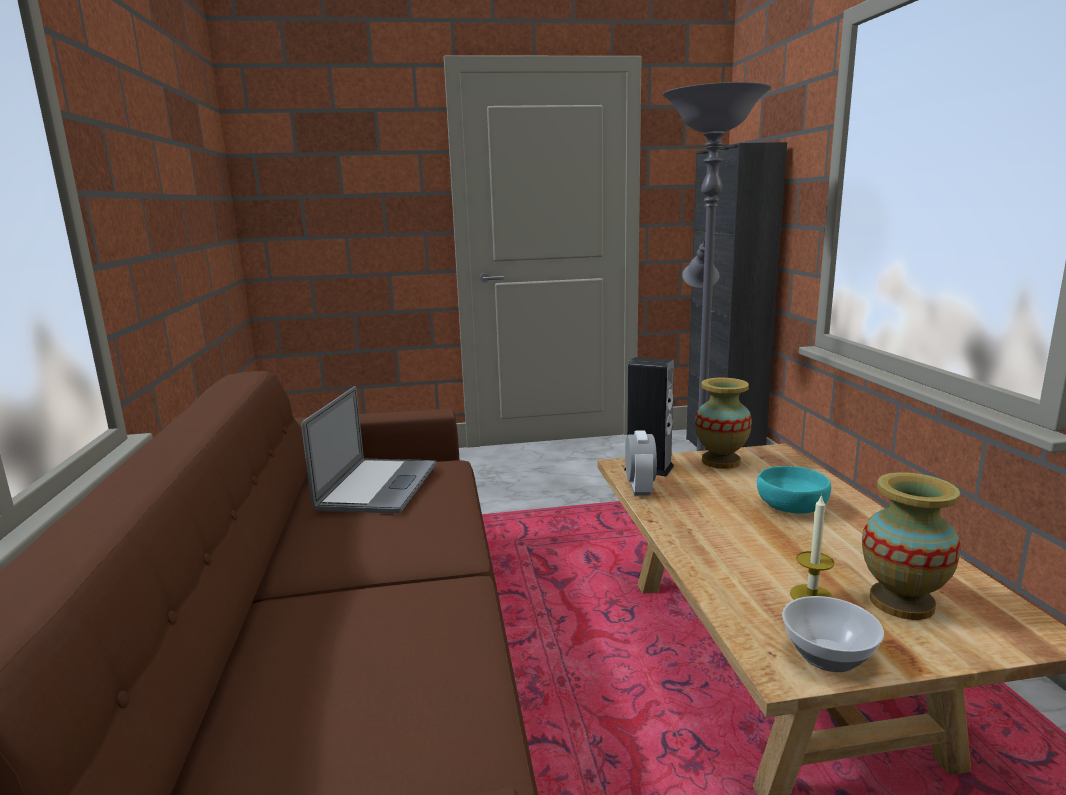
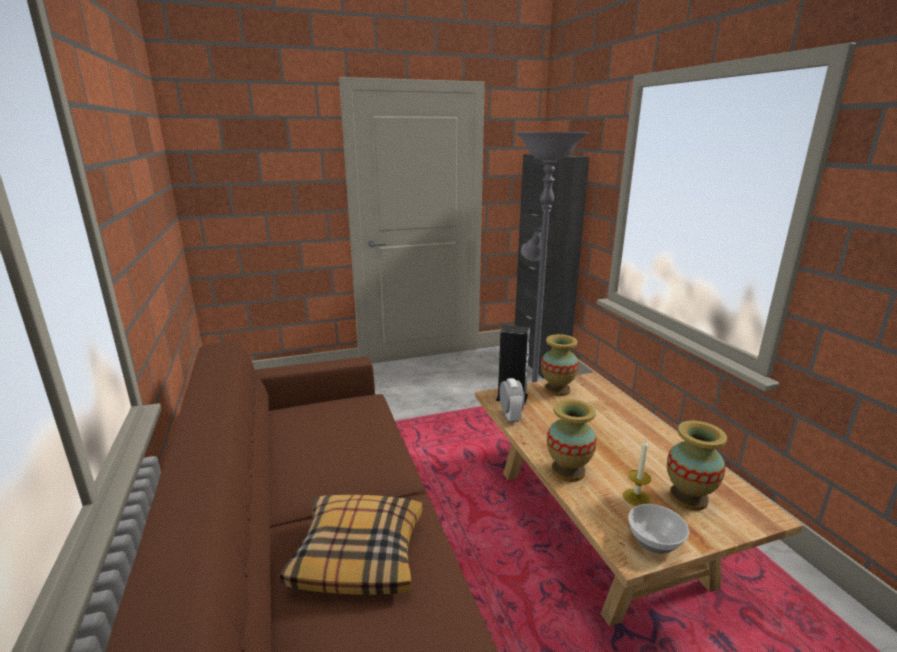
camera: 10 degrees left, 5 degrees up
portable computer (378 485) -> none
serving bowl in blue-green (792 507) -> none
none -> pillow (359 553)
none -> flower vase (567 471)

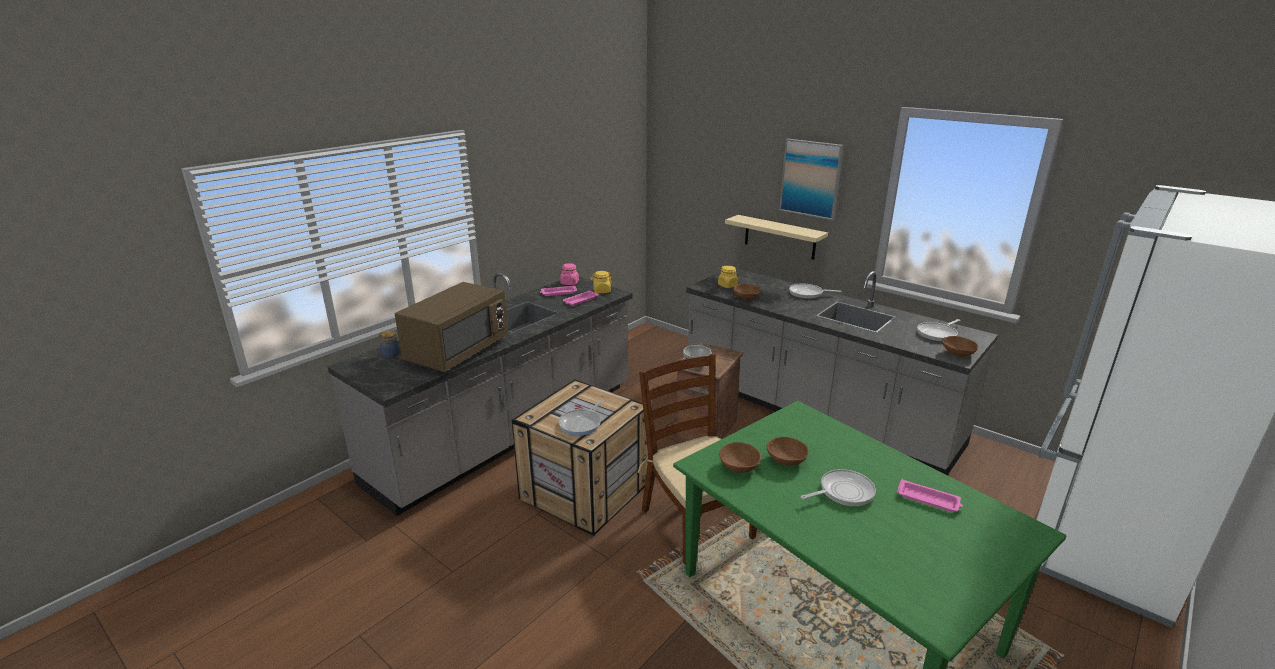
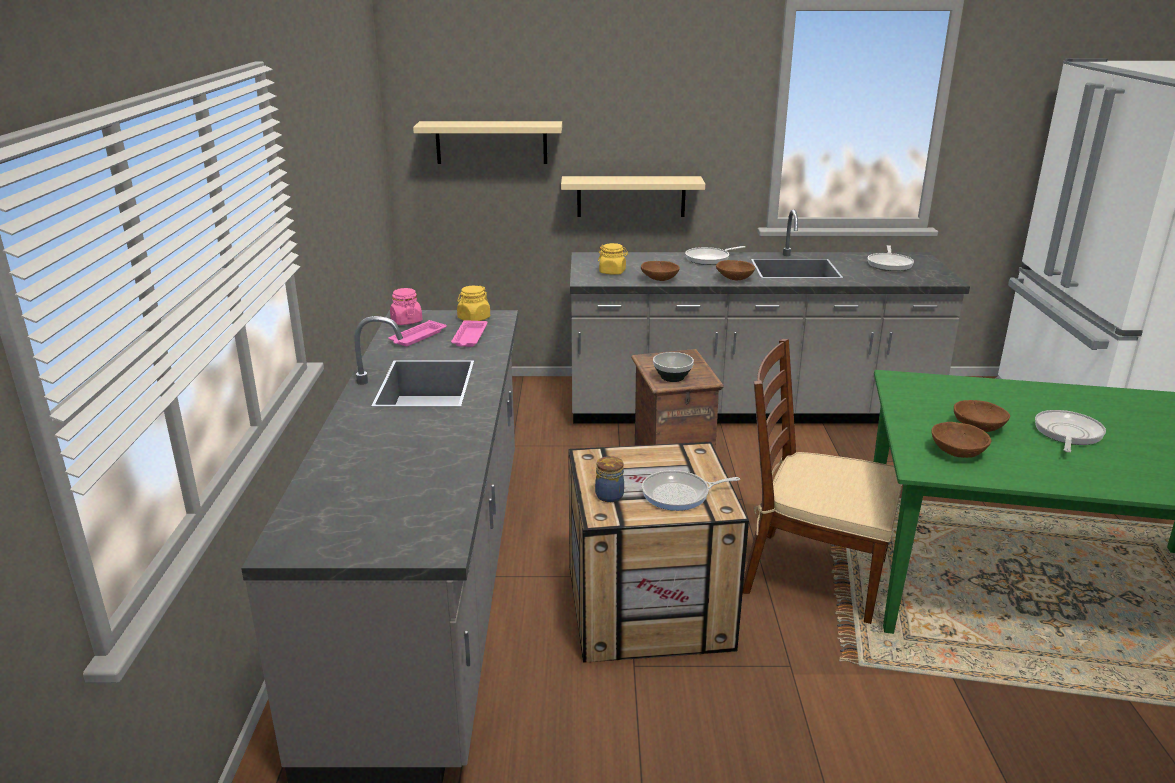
camera: 40 degrees left, 0 degrees up
kitchen microwave in brown-coloured (457 351) -> none
picture (811 178) -> none
serving tray in pink-coloured (929 499) -> none
none -> shelf in sand-coloured (491 142)
jar (391 354) -> jar (609 495), relocated
serving bowl in brown-coloured (957 354) -> serving bowl in brown-coloured (734 279), relocated
frying pan (582 424) -> frying pan (679 495), 90 degrees clockwise

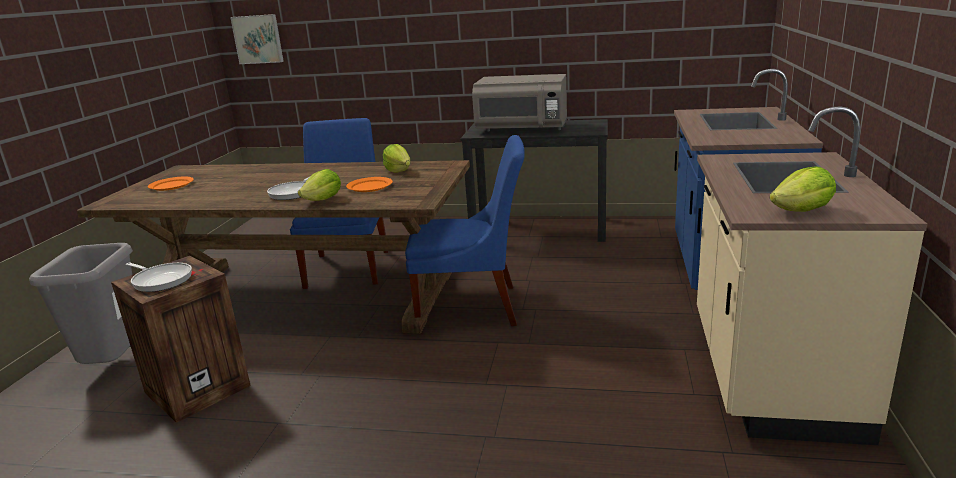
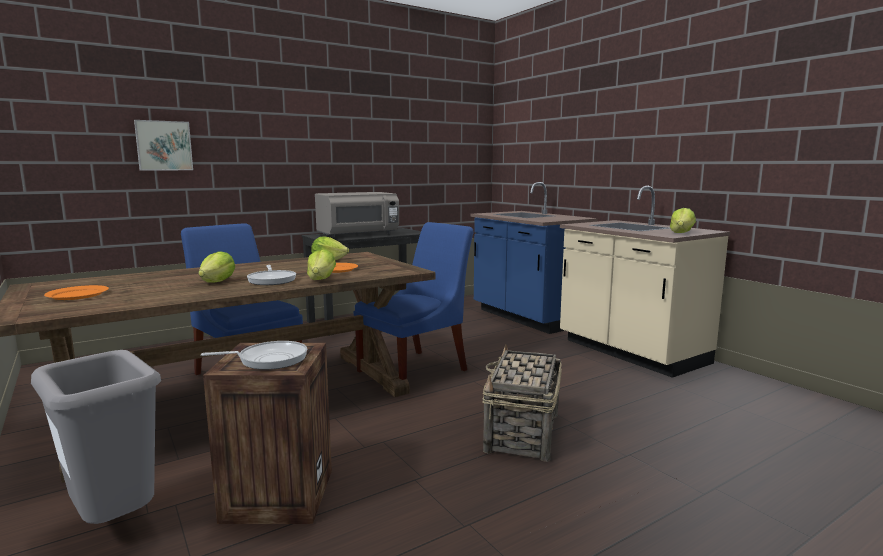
camera: 45 degrees left, 10 degrees down
none -> head of lettuce (218 282)
none -> basket (522 433)
picture (258 39) -> picture (164 146), relocated

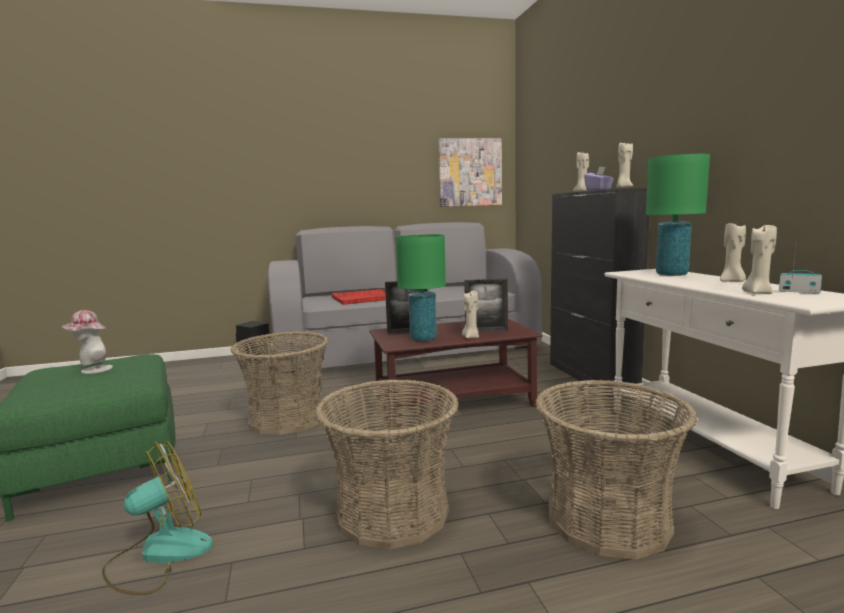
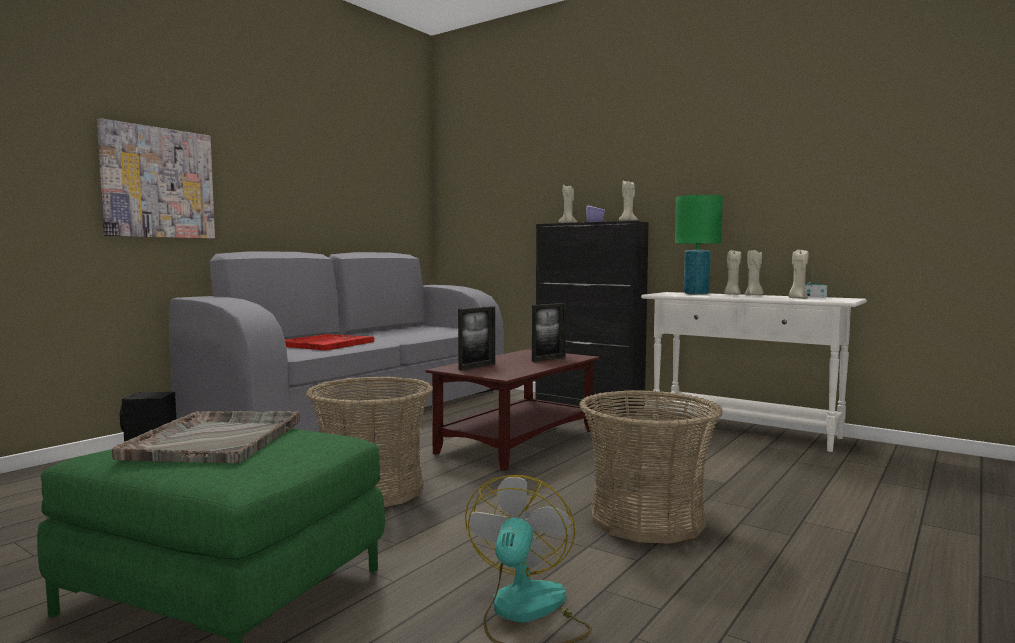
camera: 40 degrees left, 5 degrees down
table lamp in green-coloured (423 338) -> none
basket (608 519) -> none
picture (470 172) -> picture (158 183), relocated
wax light in sand-coloured (470 337) -> wax light in sand-coloured (732 294), relocated
wearable hat (92 370) -> serving tray in greyish (217 439)

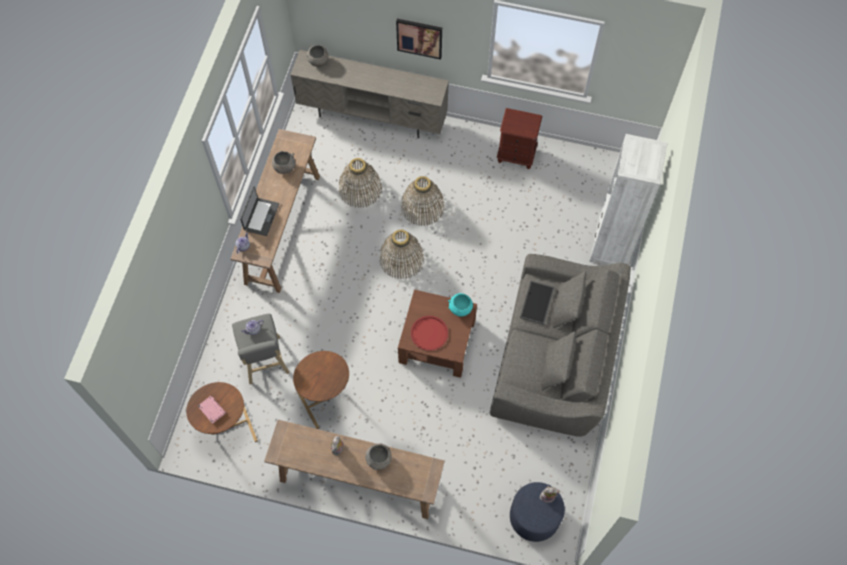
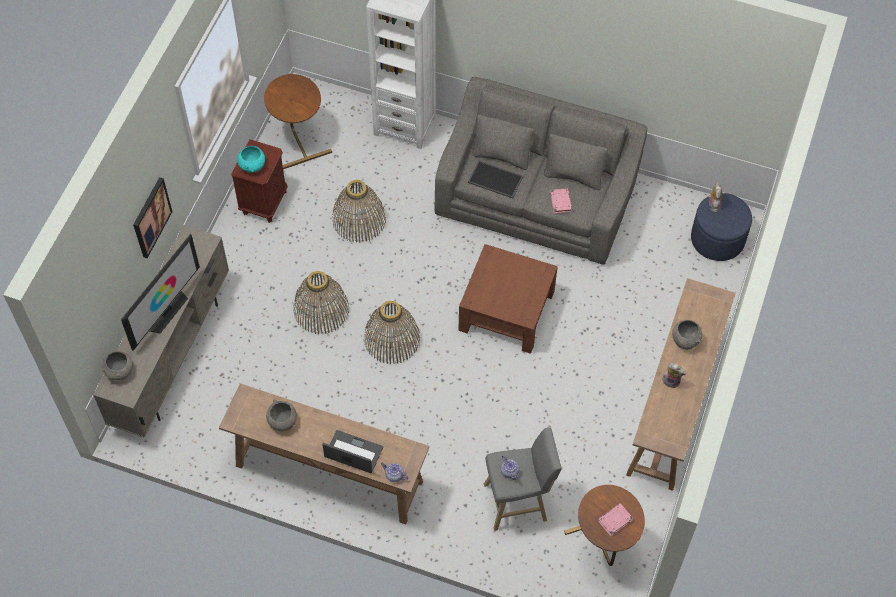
camera: 85 degrees left, 5 degrees down
serving tray in red-coloured (429 333) -> none
none -> TV (166 311)
none -> book in pink-coloured (560 202)
accent table in brown-coloured (326 398) -> accent table in brown-coloured (298 142), relocated
basket (360 189) -> basket (359 220), relocated
serving bowl in blue-green (460 309) -> serving bowl in blue-green (252 166), relocated

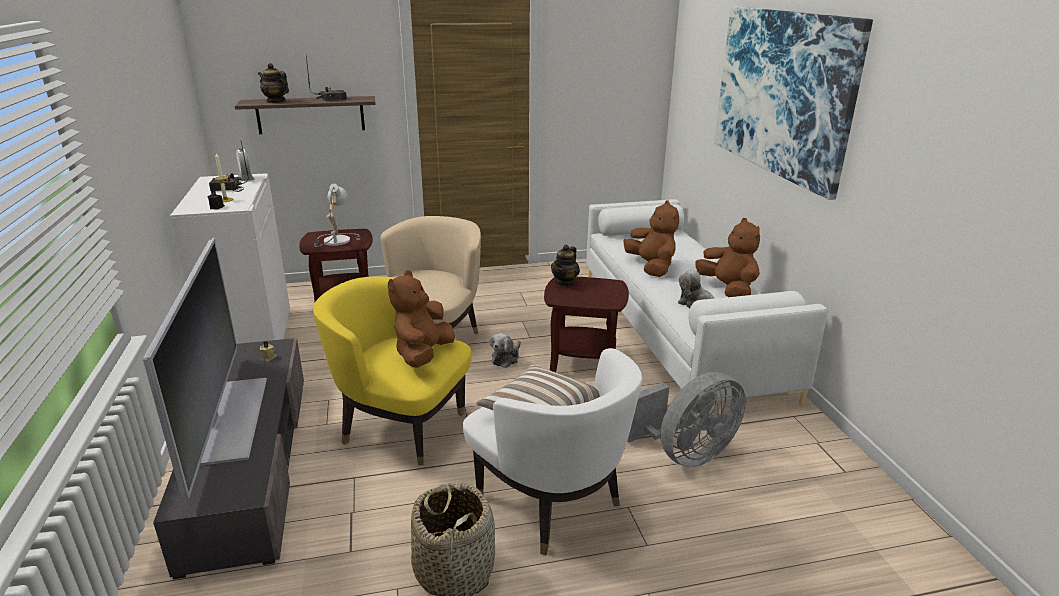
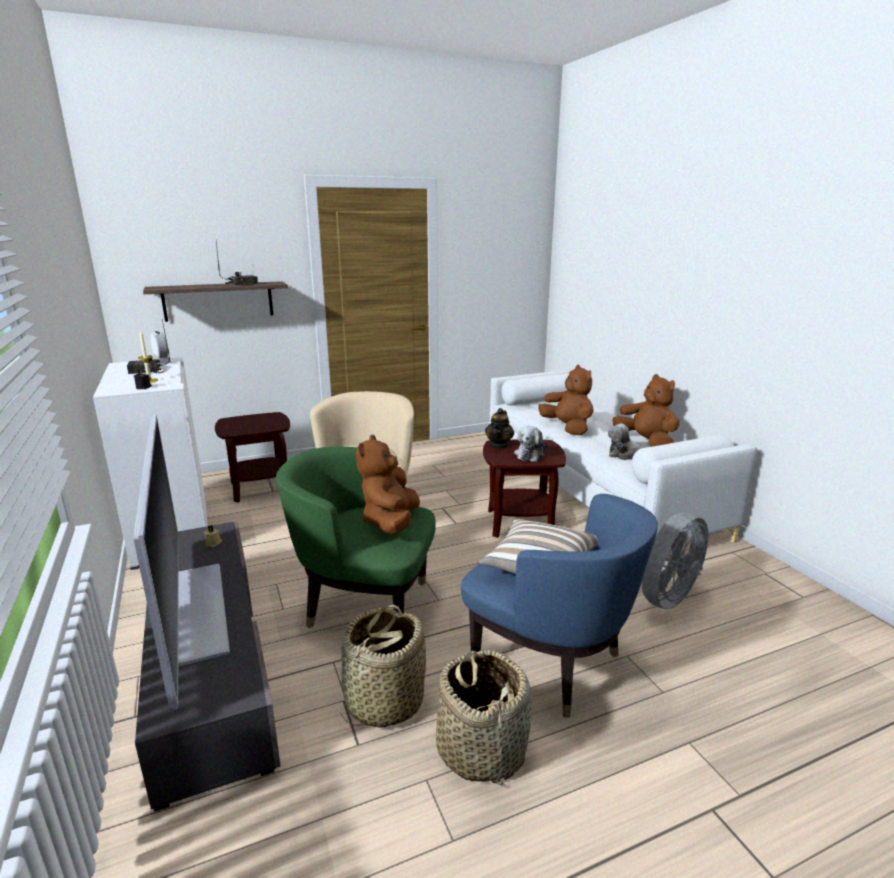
camera: 10 degrees left, 5 degrees down
teapot (276 101) -> none
table lamp (334 240) -> none
picture (782 93) -> none
none -> basket (383 701)
soft toy (506 358) -> soft toy (530 454), relocated
armchair in yellowish (401 427) -> armchair in green-coloured (365 603)
armchair in whitish (550 502) -> armchair in blue-coloured (549 661)

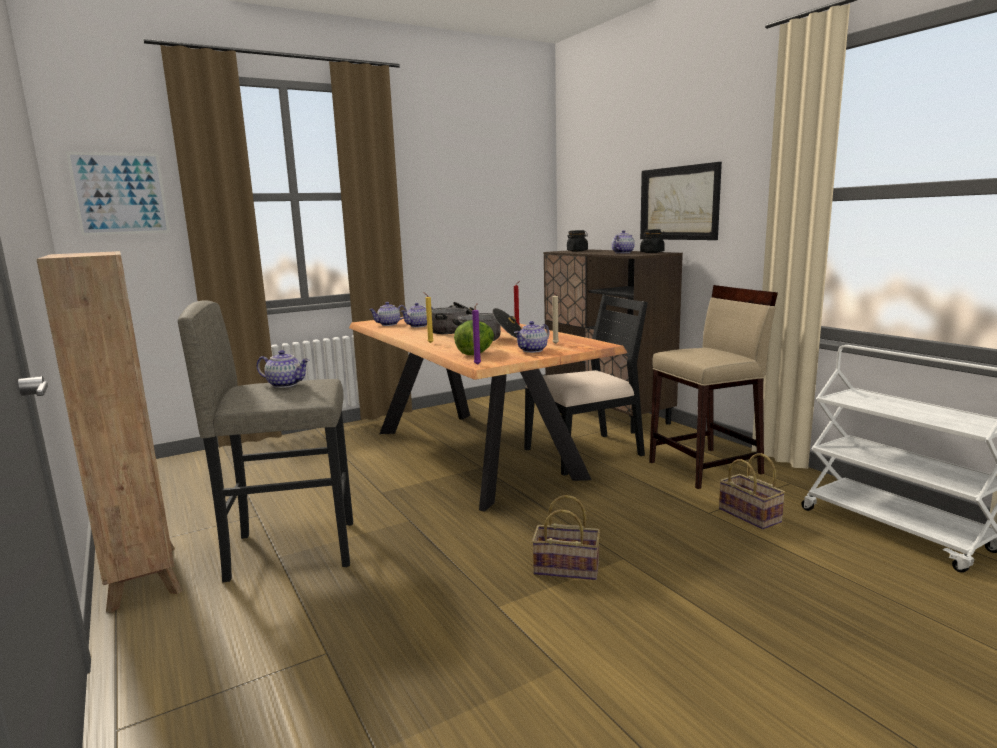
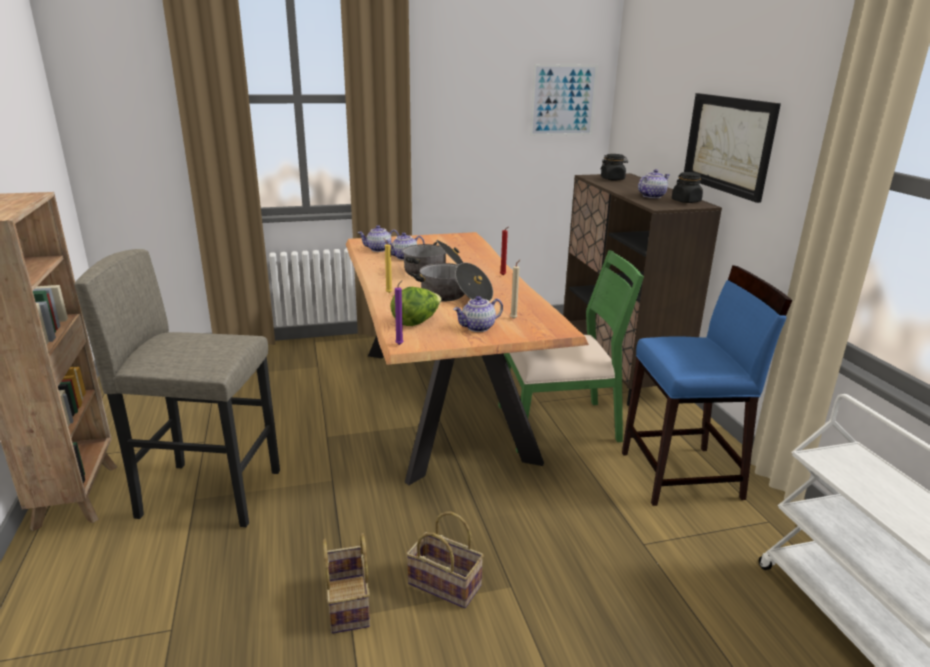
camera: 15 degrees right, 10 degrees up
teapot (286 384) -> none
picture (120 194) -> picture (563 100), relocated
basket (751 515) -> basket (349 605), relocated
plain chair in blackish (585 452) -> plain chair in green-coloured (559 424)
sitting stool in sand-coloured (706 468) -> sitting stool in blue-coloured (682 476)

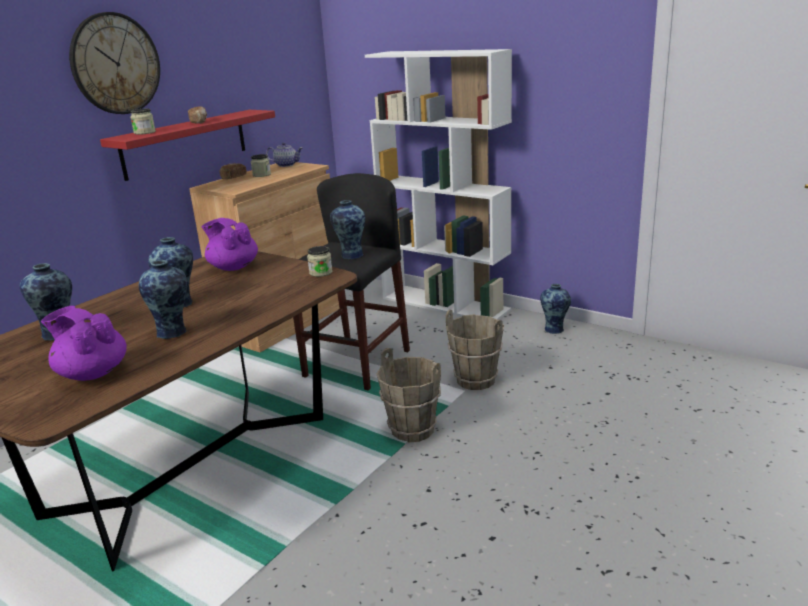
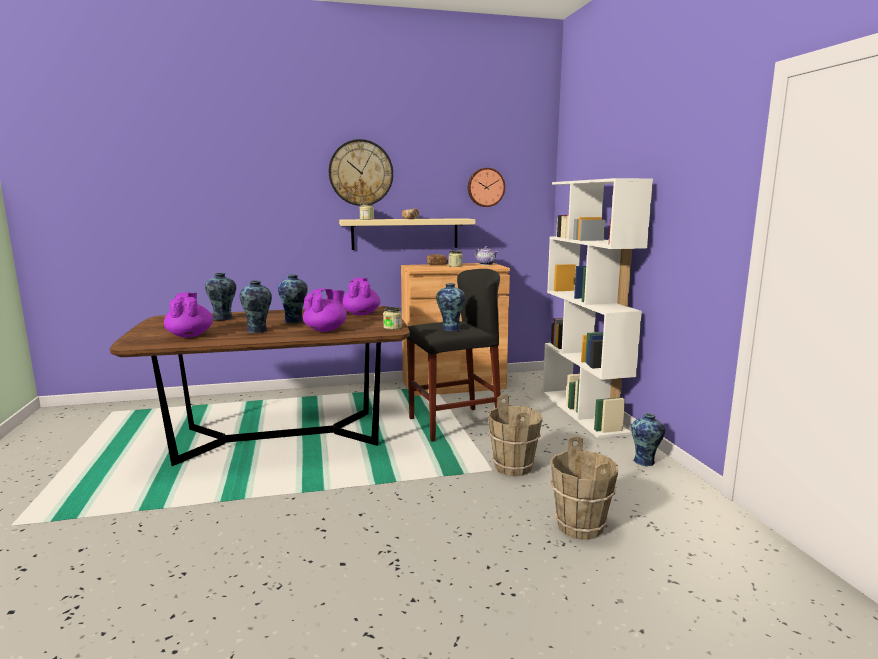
camera: 40 degrees right, 10 degrees down
none -> teapot in purplish (326 330)
none -> wall clock (485 187)
water bucket in brown-coloured (412 430) -> water bucket in brown-coloured (579 527), relocated
shelf in red-coloured (185 143) -> shelf in sand-coloured (405 233)

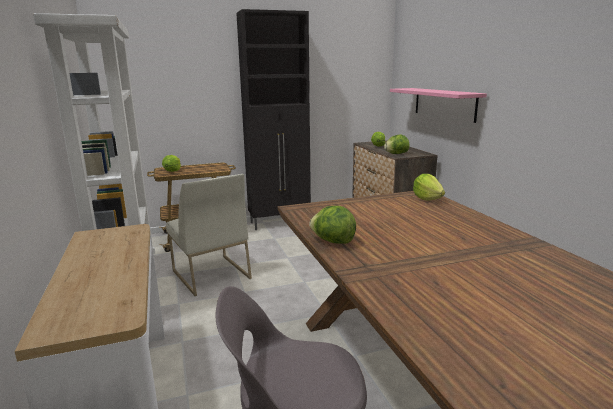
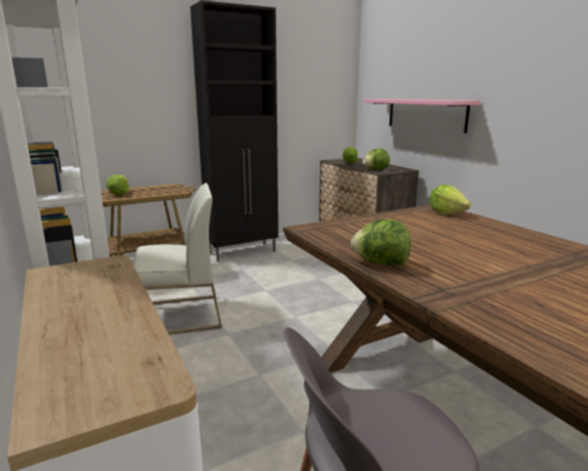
camera: 10 degrees left, 0 degrees up
plain chair in whitish (210 274) -> plain chair in whitish (180 316), 60 degrees counterclockwise

